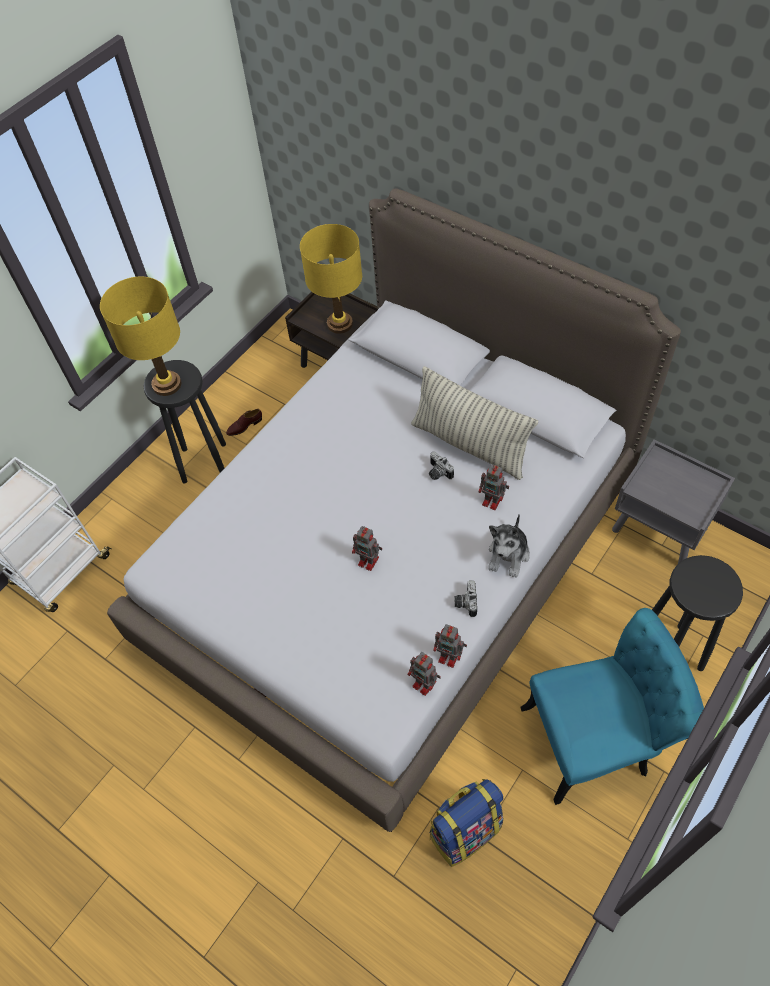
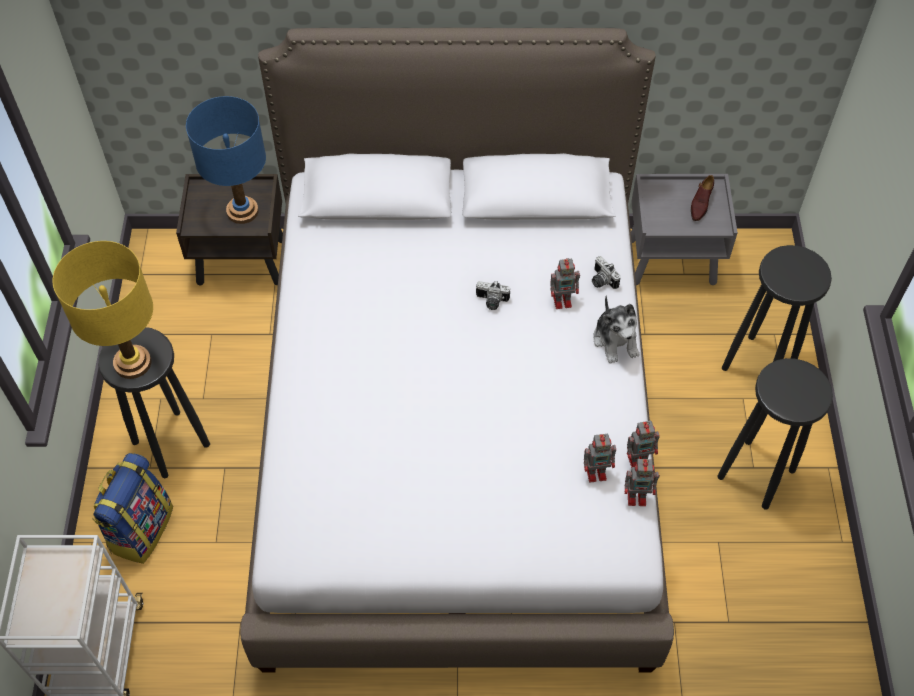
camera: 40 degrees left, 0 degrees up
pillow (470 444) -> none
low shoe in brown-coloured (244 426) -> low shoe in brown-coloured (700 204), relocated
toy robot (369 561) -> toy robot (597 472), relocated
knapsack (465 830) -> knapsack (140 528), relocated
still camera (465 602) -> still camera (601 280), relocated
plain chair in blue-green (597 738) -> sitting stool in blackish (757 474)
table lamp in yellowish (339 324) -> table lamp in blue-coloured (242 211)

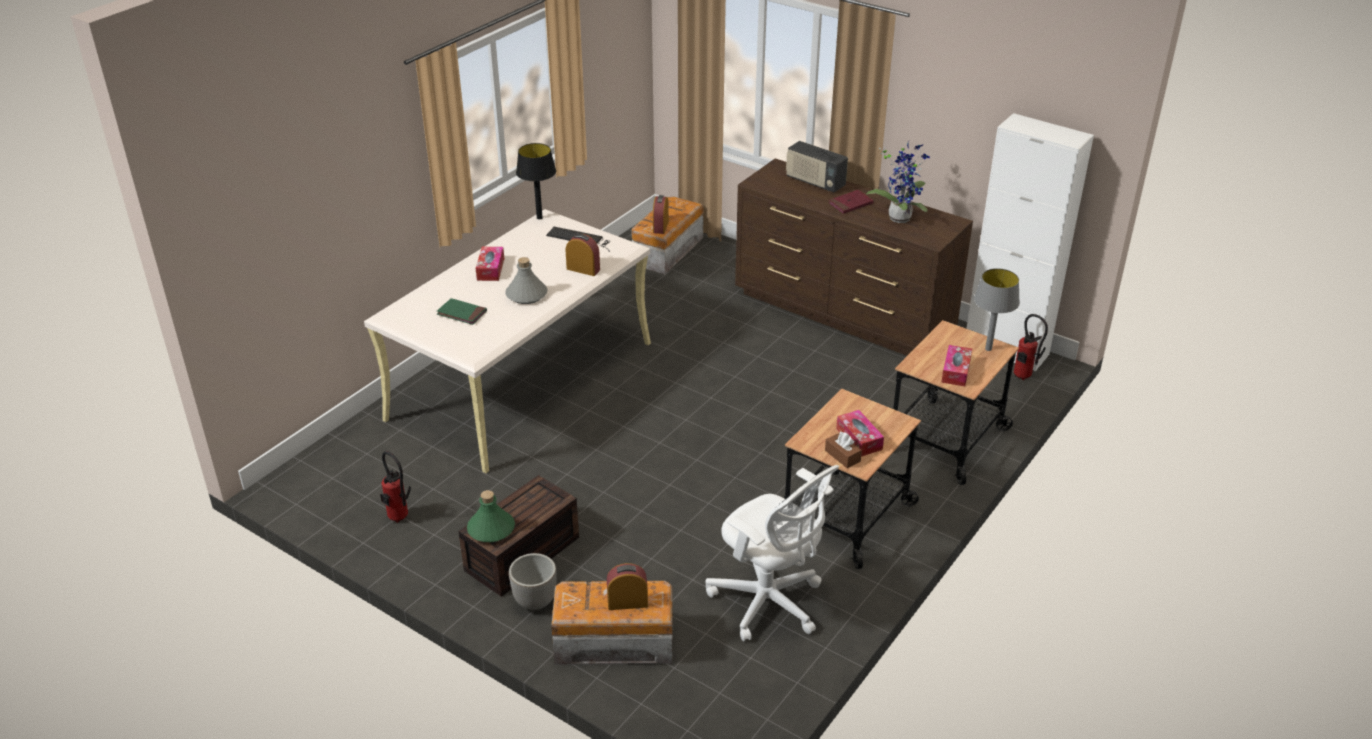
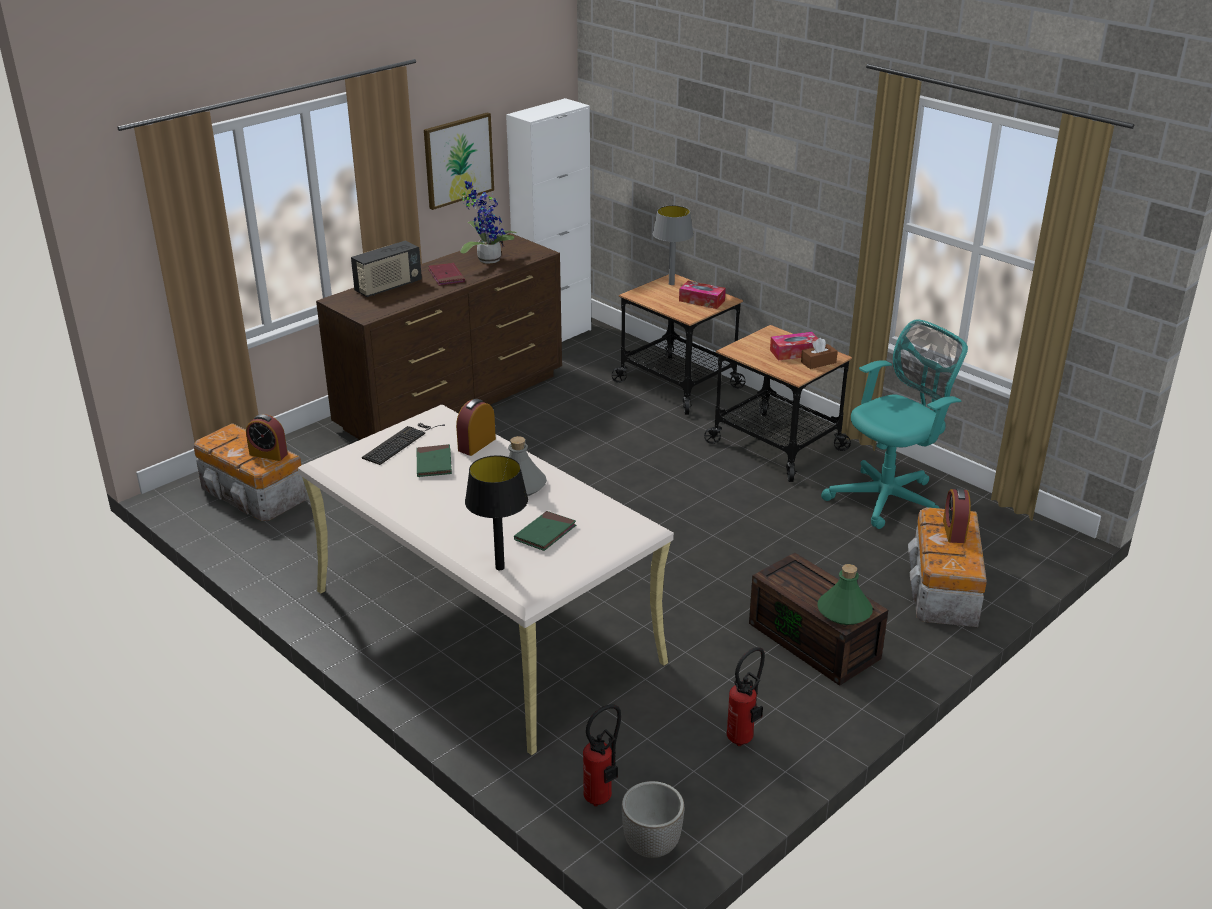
camera: 80 degrees left, 5 degrees down
box of tissues (490 269) -> none
none -> book in green-coloured (434 463)
none -> picture (458 160)
planter (535 601) -> planter (651 845), relocated
table lamp in blackish (539 217) -> table lamp in blackish (499 567), relocated
fire extinguisher (1024 378) -> fire extinguisher (602 797), relocated
desk chair in whitish (769 603) -> desk chair in blue-green (888 498)

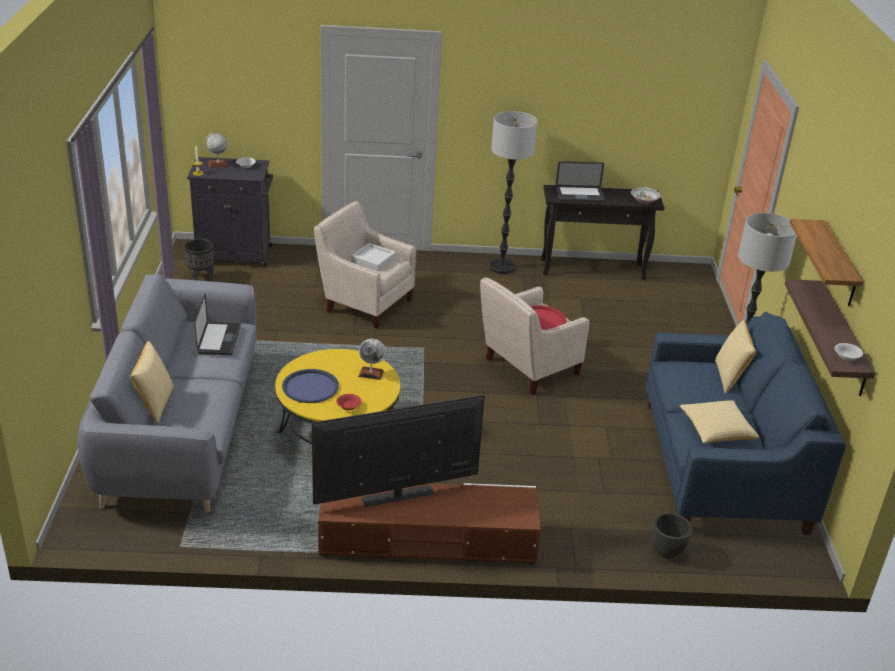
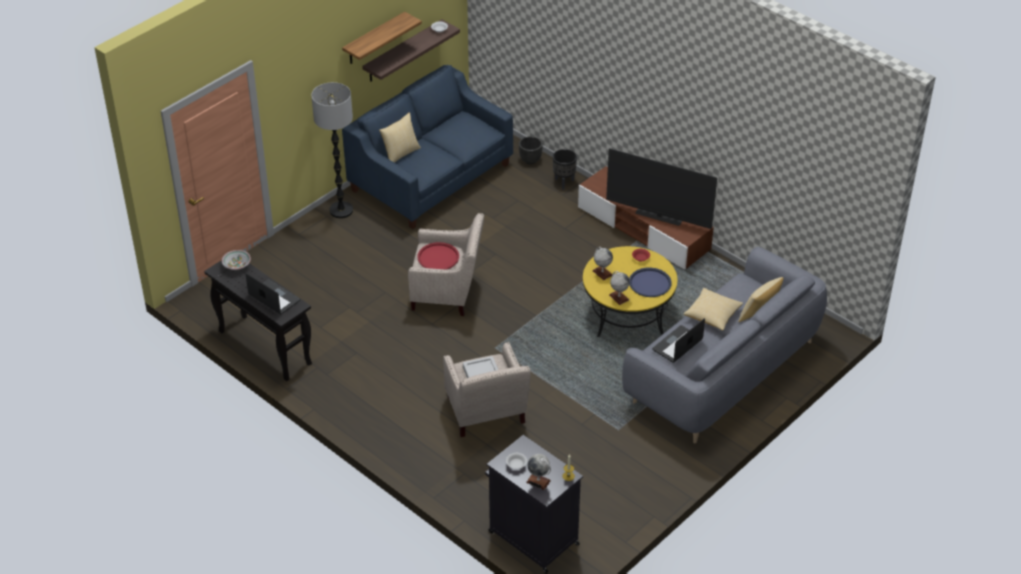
camera: 135 degrees left, 10 degrees up
standard lamp (502 267) -> none
none -> desk globe (619 297)
planter in blackish (201 280) -> planter in blackish (564 183), relocated
pillow (716 431) -> pillow (712 315), relocated

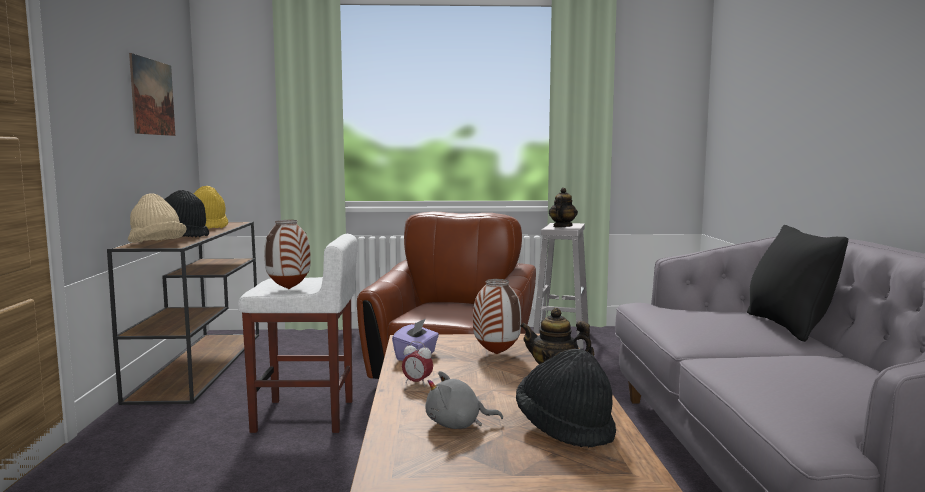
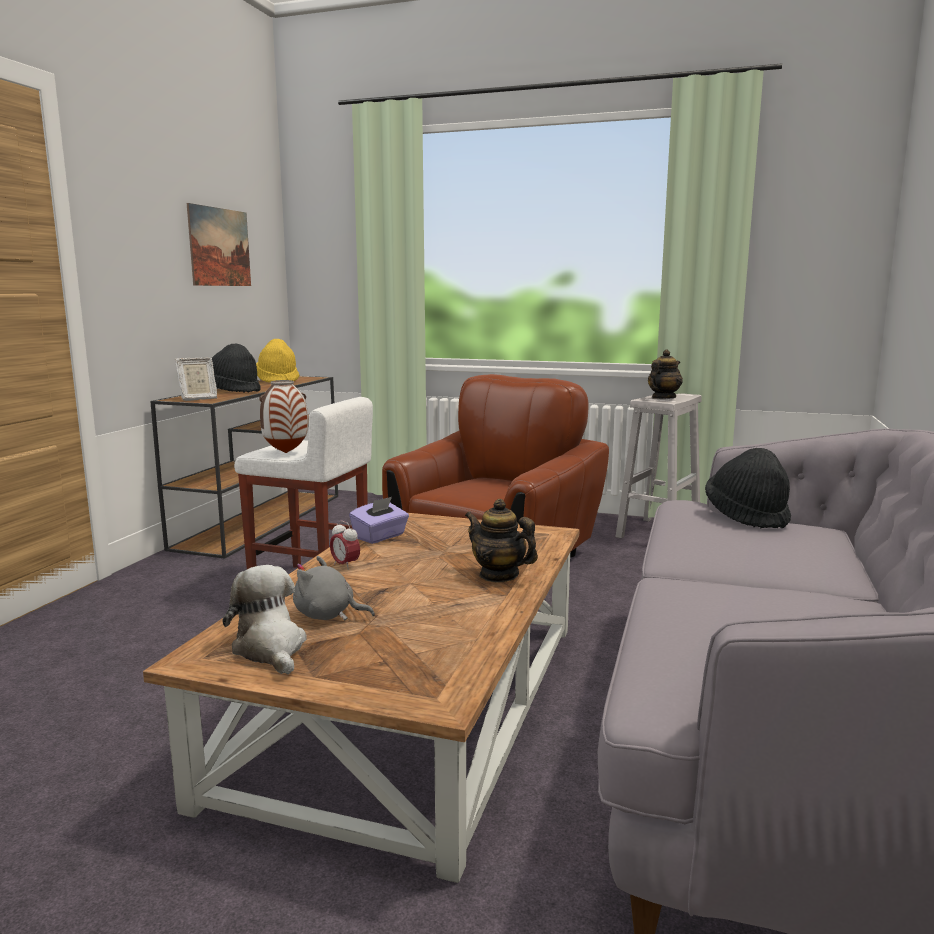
camera: 20 degrees right, 5 degrees up
flower vase (495 354) -> none
pillow in blackish (788 326) -> none
none -> soft toy (270 649)
wearable hat in blackish (565 428) -> wearable hat in blackish (747 516), relocated
wearable hat in sand-coloured (157 245) -> photo frame (198 399)

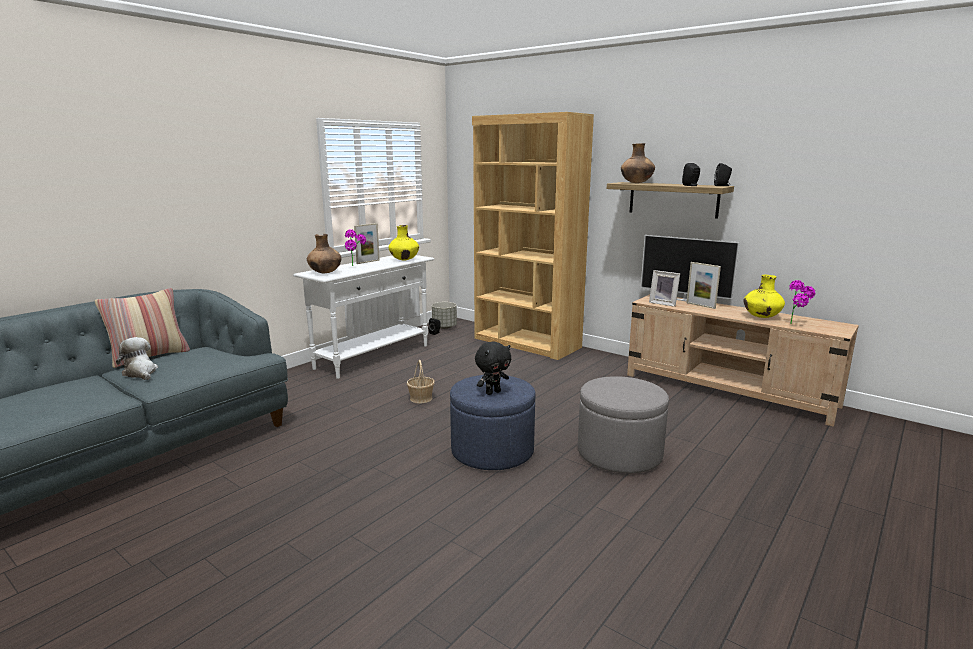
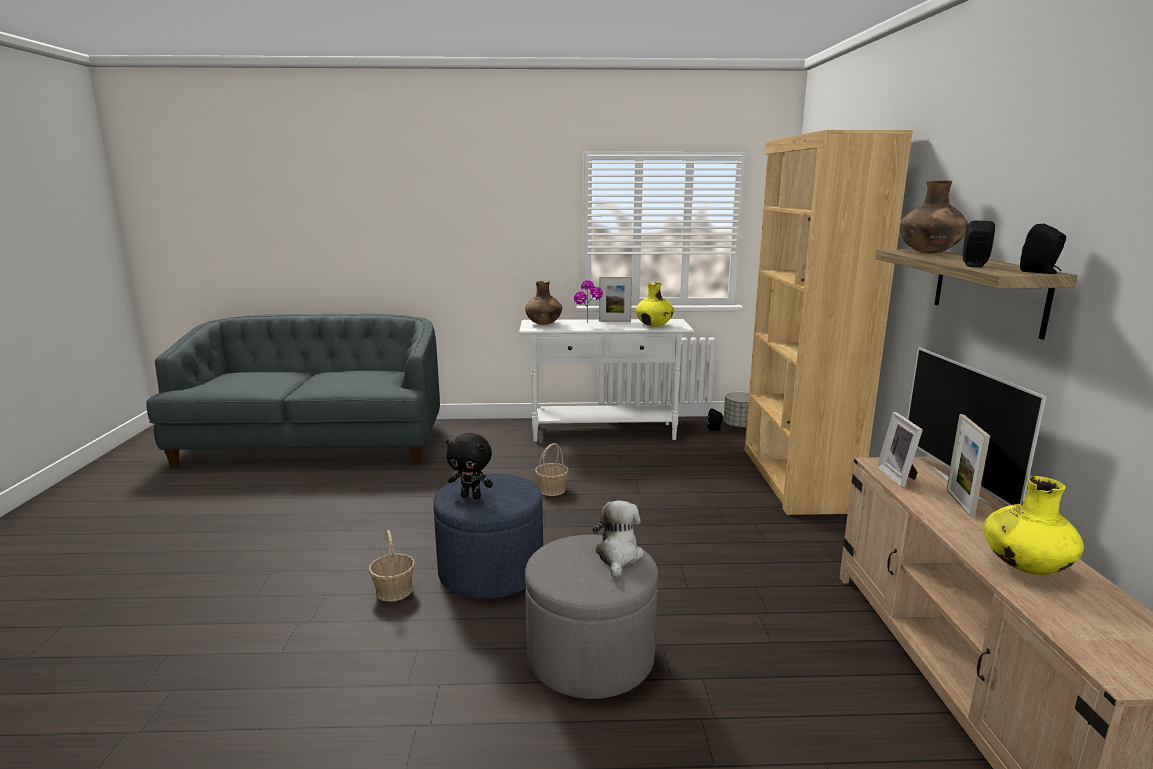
camera: 50 degrees right, 0 degrees up
pillow (149 357) -> none
potted plant (797 325) -> none
none -> basket (394 590)
soft toy (141 373) -> soft toy (618 556), relocated

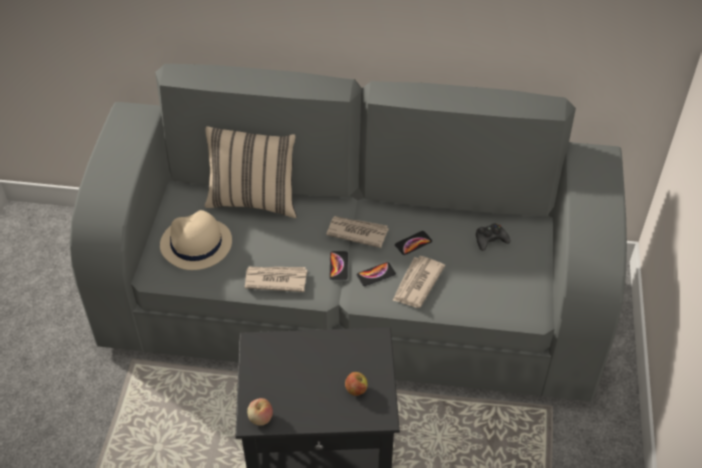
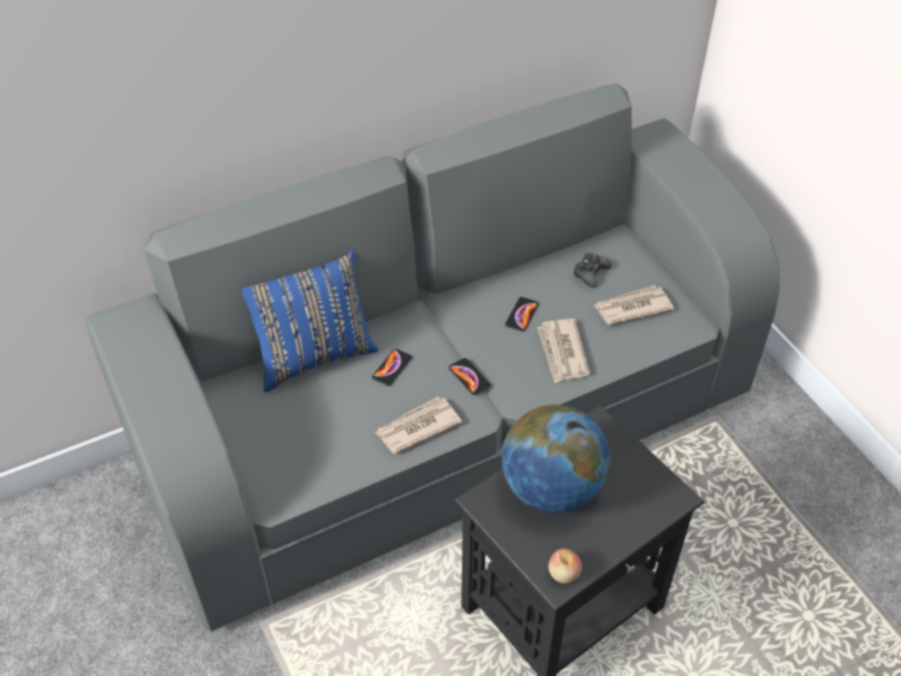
camera: 35 degrees left, 0 degrees up
wearable hat in sand-coloured (196 244) -> none
apple fruit (356 389) -> none
none -> desk globe (551 488)
printed paper (357 232) -> printed paper (632 307), relocated
phone (376 274) -> phone (392 368), relocated
pillow in sand-coloured (254 200) -> pillow in blue-coloured (314 355)

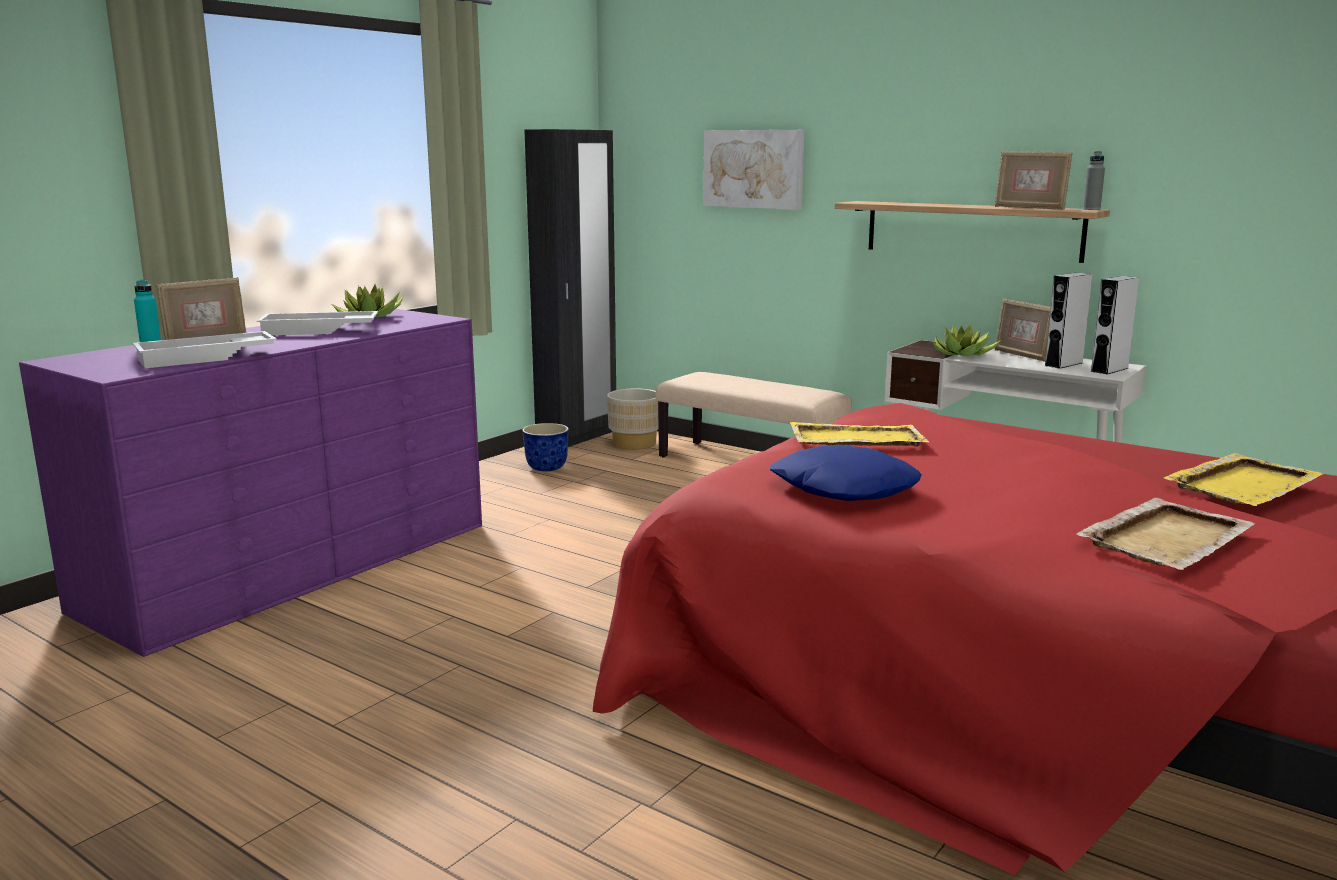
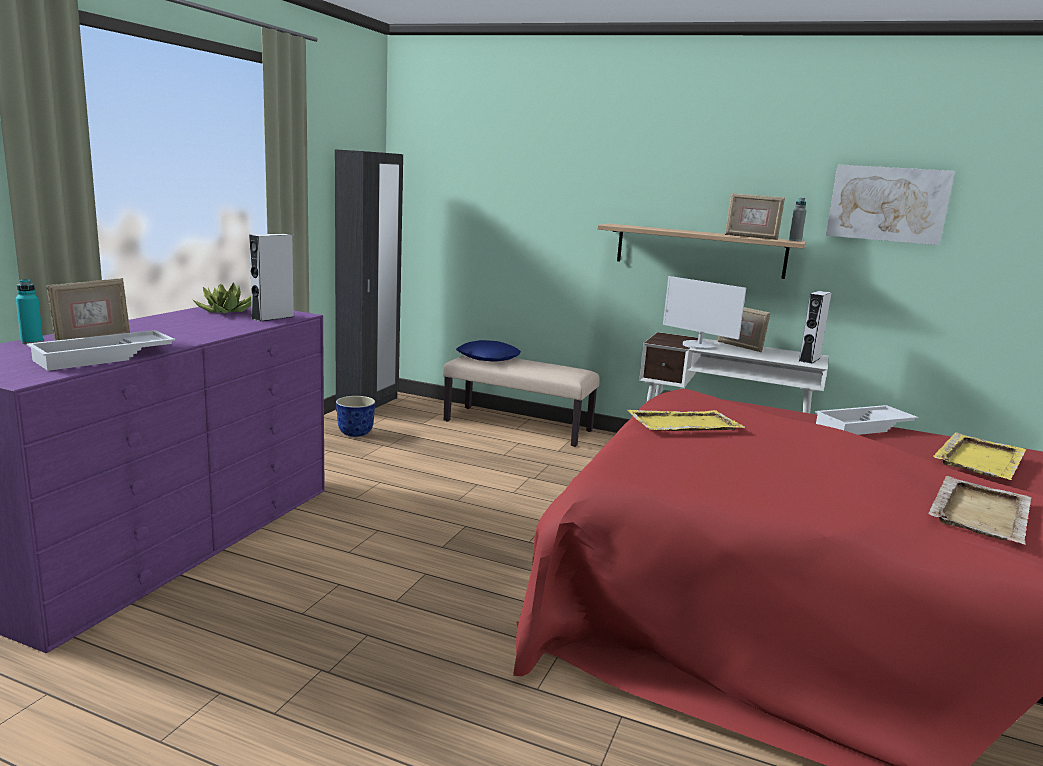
camera: 15 degrees left, 0 degrees up
planter in sand-coloured (634 444) -> none
serving tray in whitish (318 331) -> serving tray in whitish (864 427), relocated
picture (753 169) -> picture (887 204), relocated
pillow in blue-coloured (843 488) -> pillow in blue-coloured (488 358), relocated
speaker in greyish (1063 364) -> speaker in greyish (273 317), relocated
potted plant (963 354) -> computer display (699 345)

